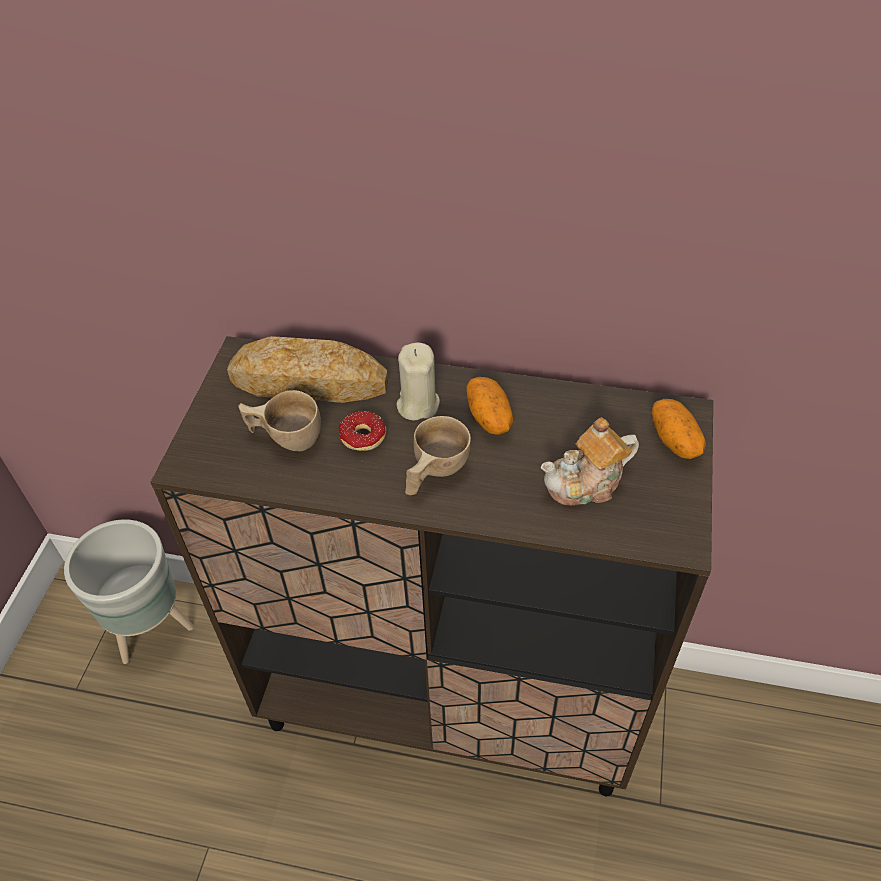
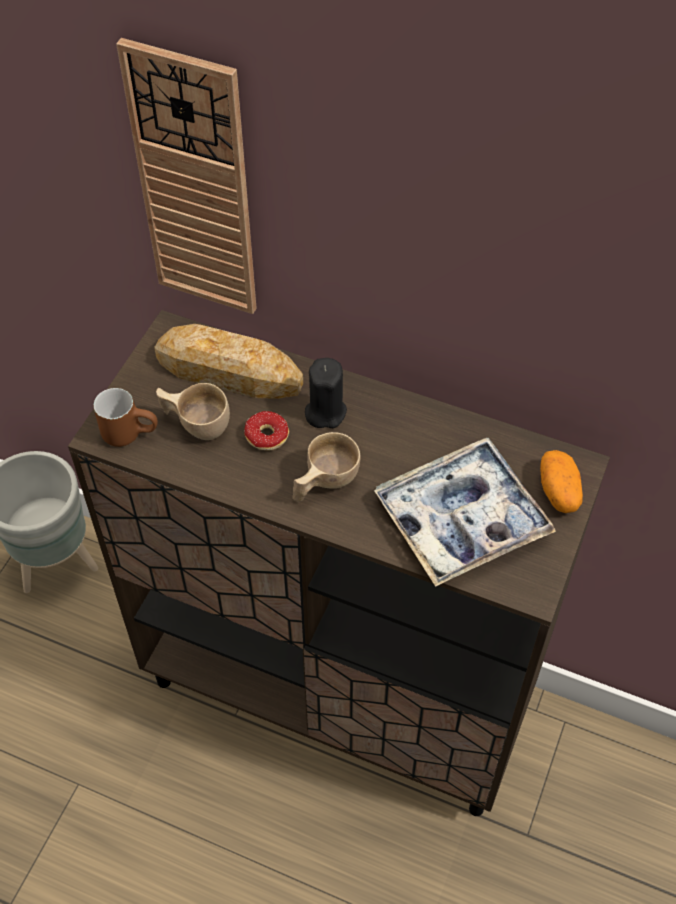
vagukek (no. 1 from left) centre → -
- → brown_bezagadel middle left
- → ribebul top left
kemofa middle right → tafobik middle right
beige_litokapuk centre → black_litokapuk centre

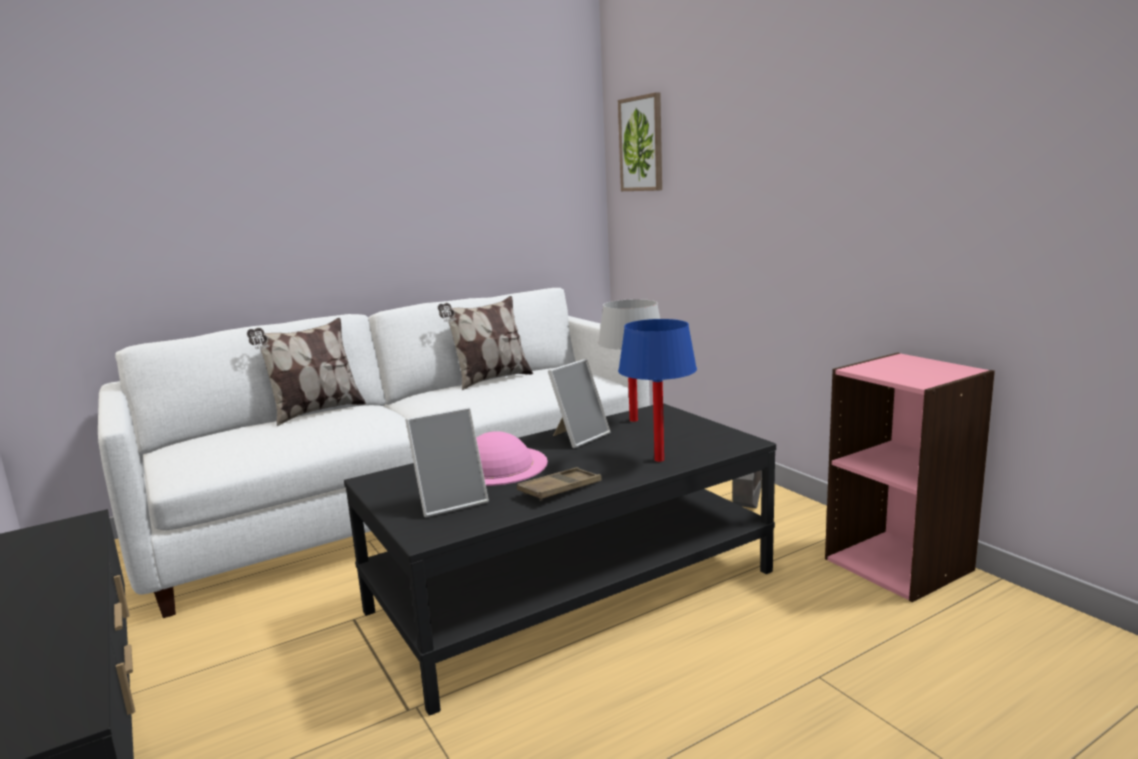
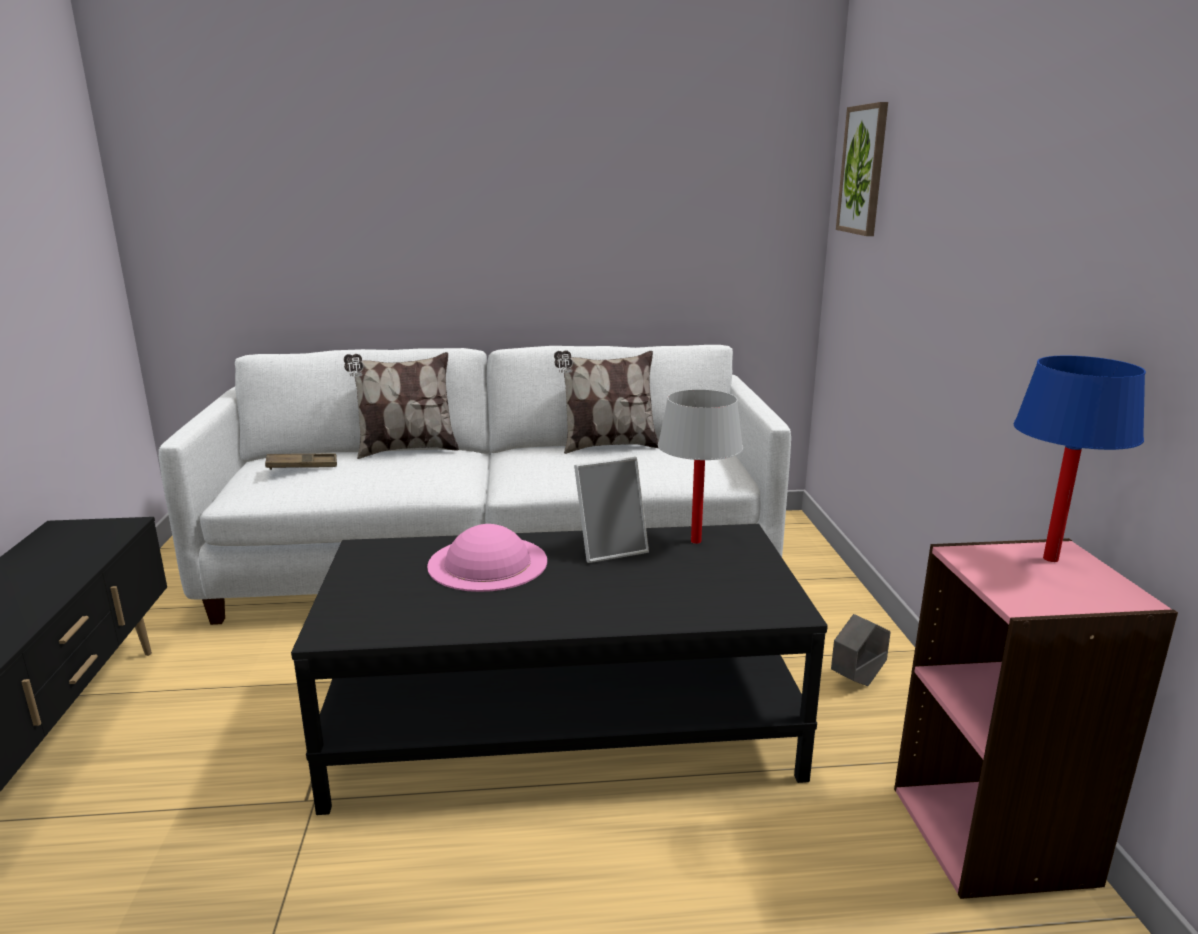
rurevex (no. 1 from left) centre → -
brown_tafobik centre → brown_tafobik middle left, shifted
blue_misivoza centre → blue_misivoza middle right, shifted

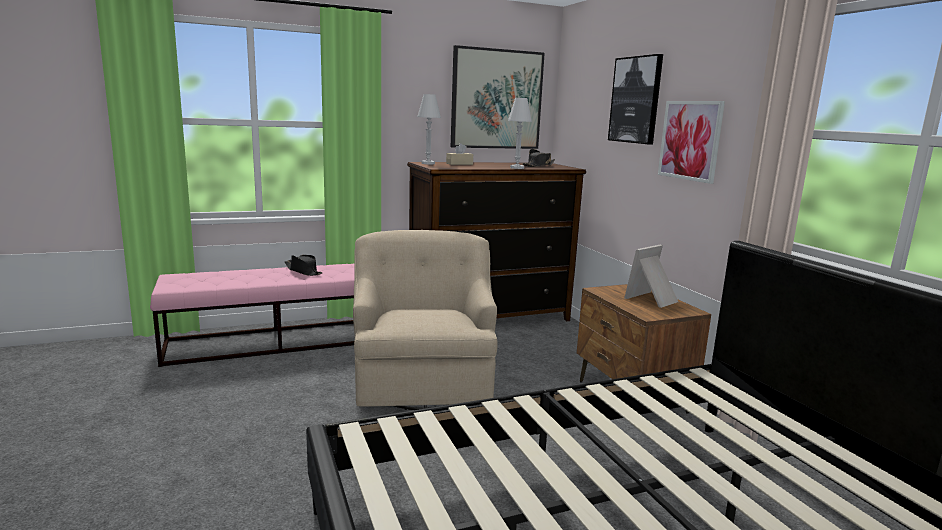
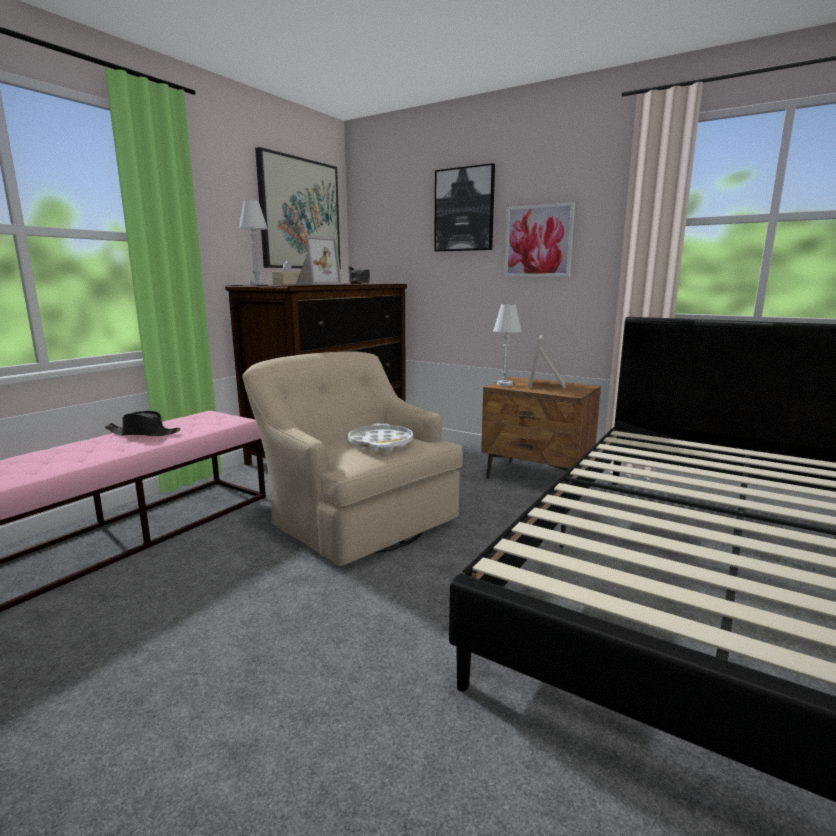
- → rurevex (no. 1 from left) top centre
- → white_tafobik centre
white_misivoza (no. 2 from left) top centre → white_misivoza (no. 2 from left) centre, shifted

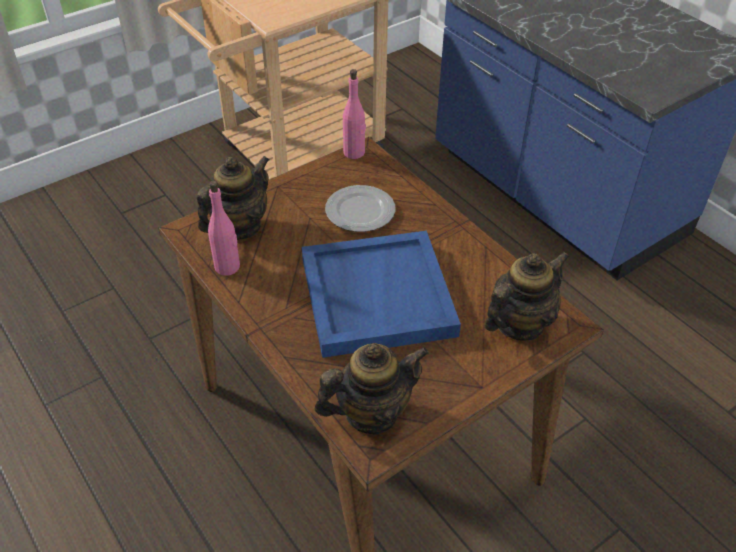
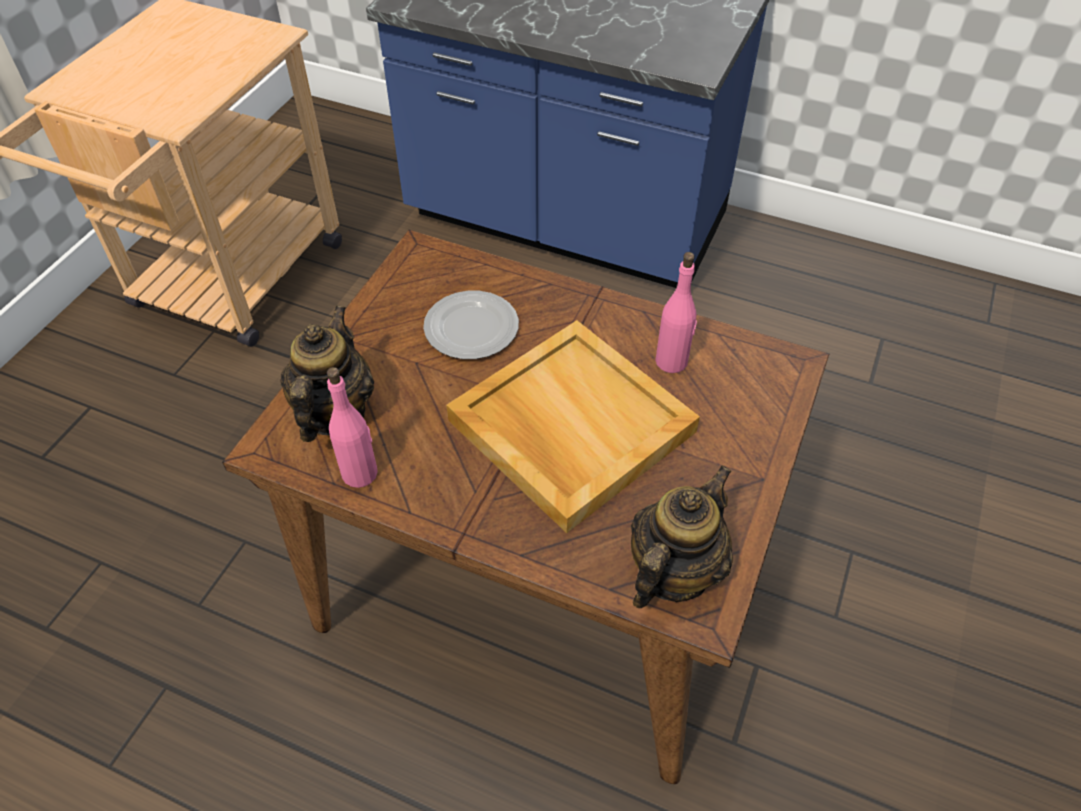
kemofa (no. 3 from left) middle right → -
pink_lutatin (no. 2 from left) top centre → pink_lutatin (no. 2 from left) centre, shifted
blue_tafobik centre → beige_tafobik centre

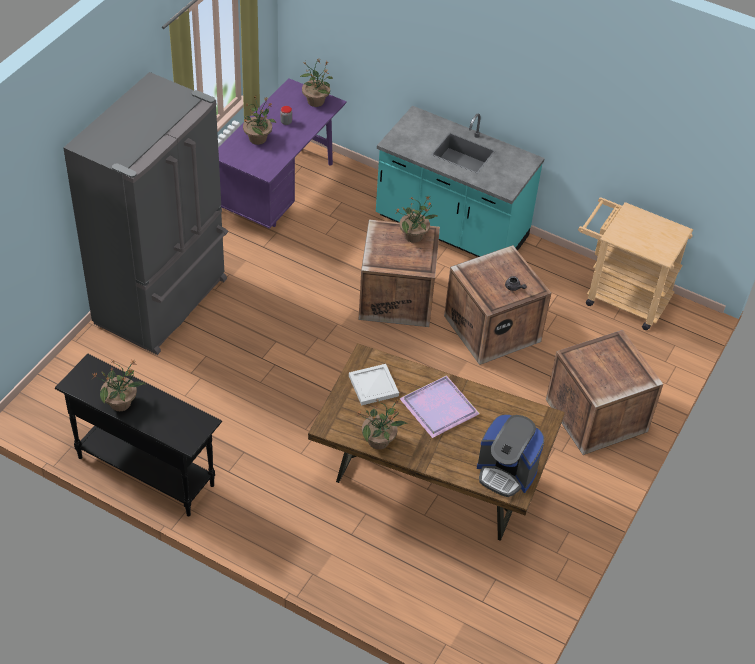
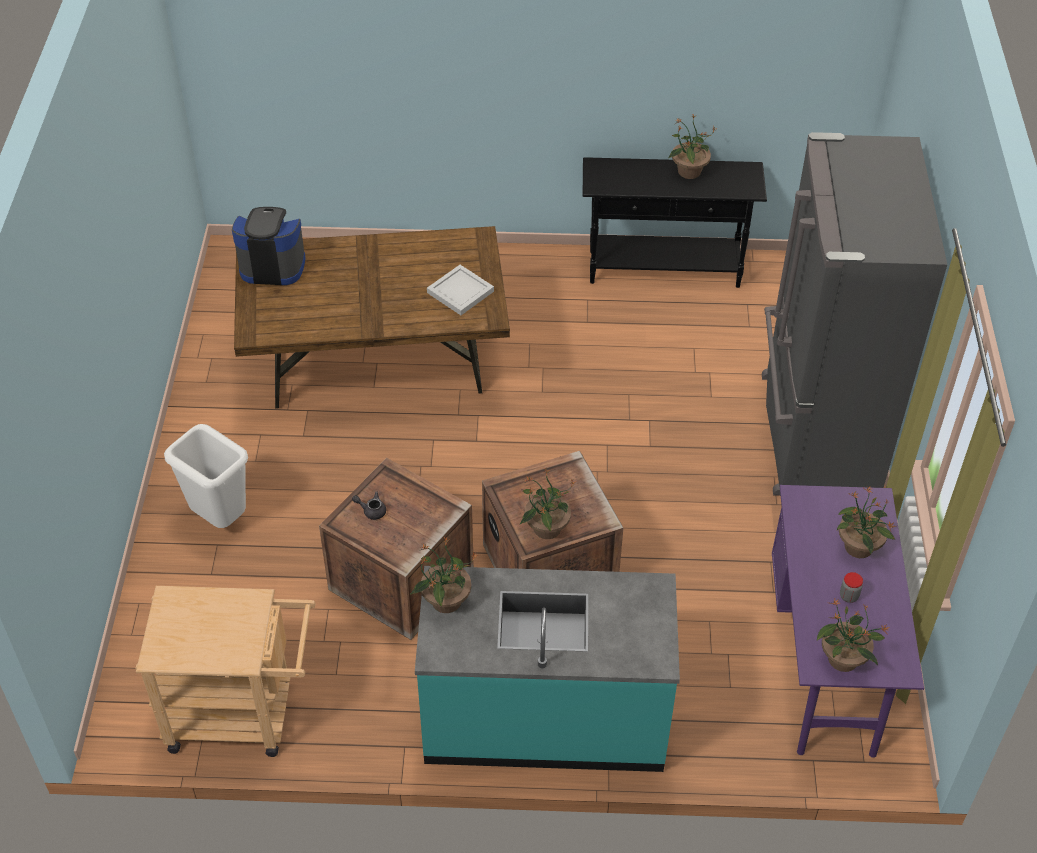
purple_tafobik centre → -
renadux (no. 4 from left in the first image) centre → renadux (no. 1 from left) bottom centre, shifted
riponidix (no. 3 from left) middle right → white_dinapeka middle left

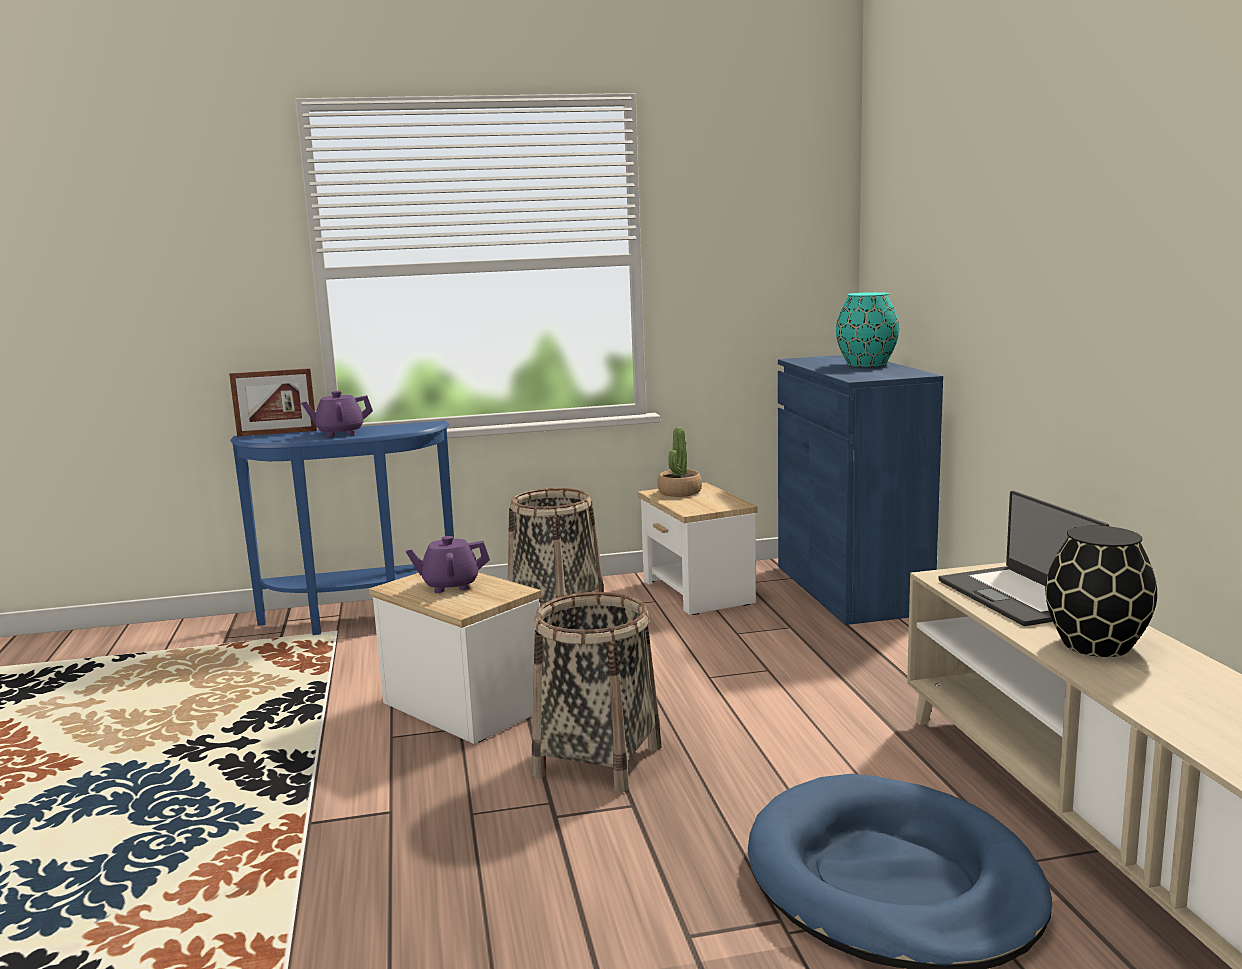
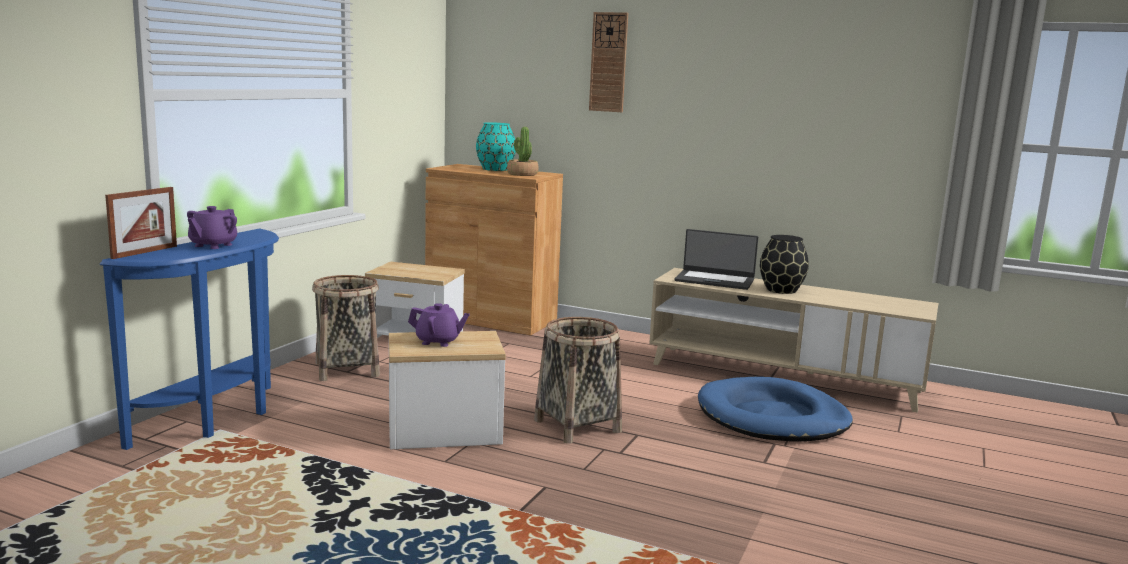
- → ribebul top centre
renadux centre → renadux top centre, shifted
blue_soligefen middle right → brown_soligefen centre
purple_kemofa (no. 2 from left) centre, 105 degrees counterclockwise

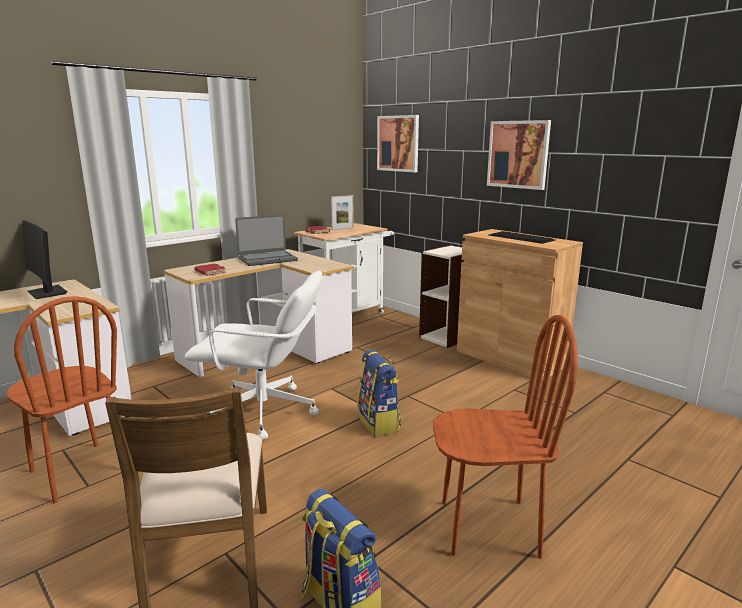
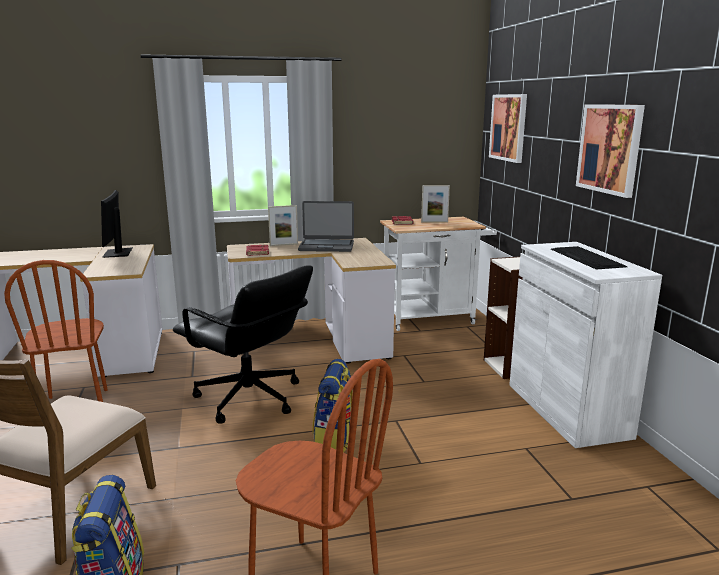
- → rurevex (no. 1 from left) centre
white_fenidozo centre → black_fenidozo centre
brown_soligefen middle right → white_soligefen middle right

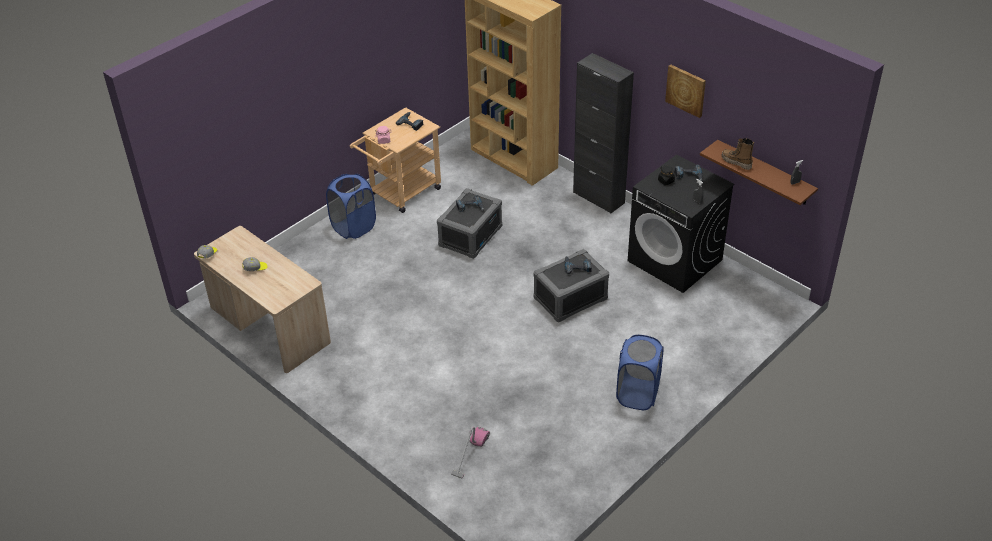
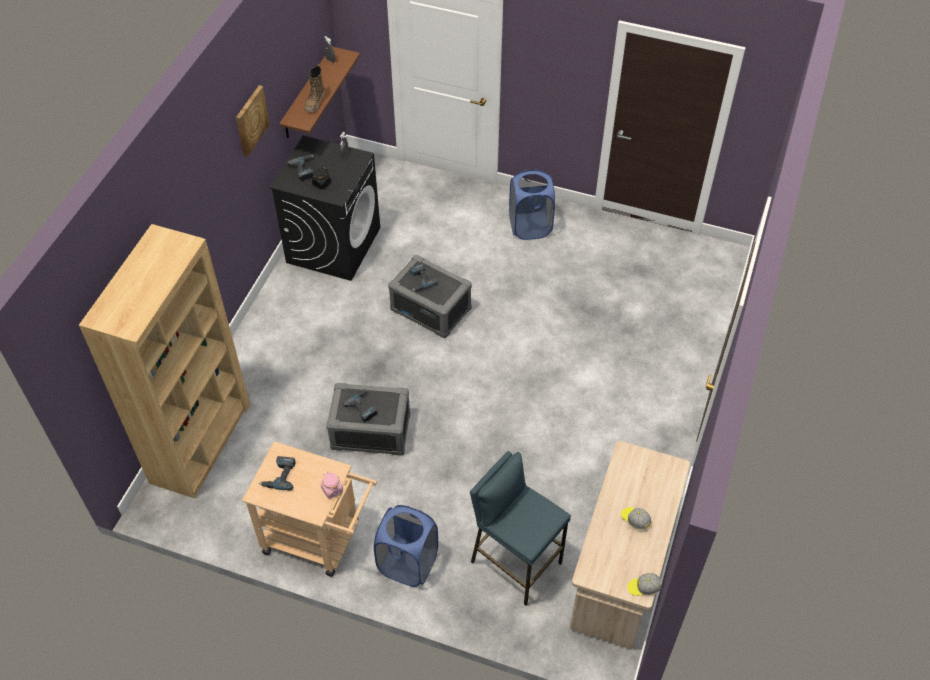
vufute bottom centre → -
black_soligefen top centre → -
- → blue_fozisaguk bottom centre

